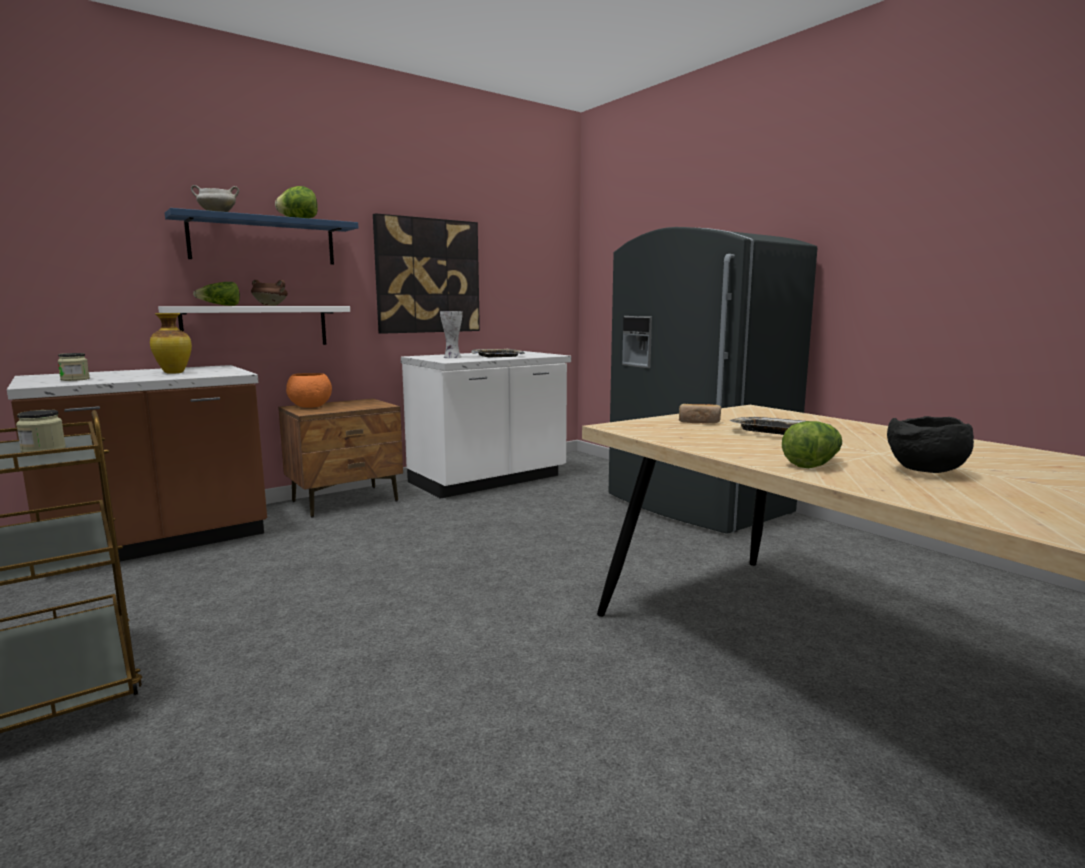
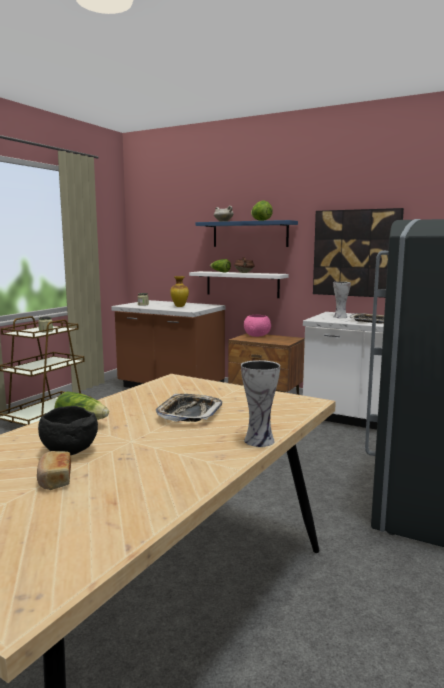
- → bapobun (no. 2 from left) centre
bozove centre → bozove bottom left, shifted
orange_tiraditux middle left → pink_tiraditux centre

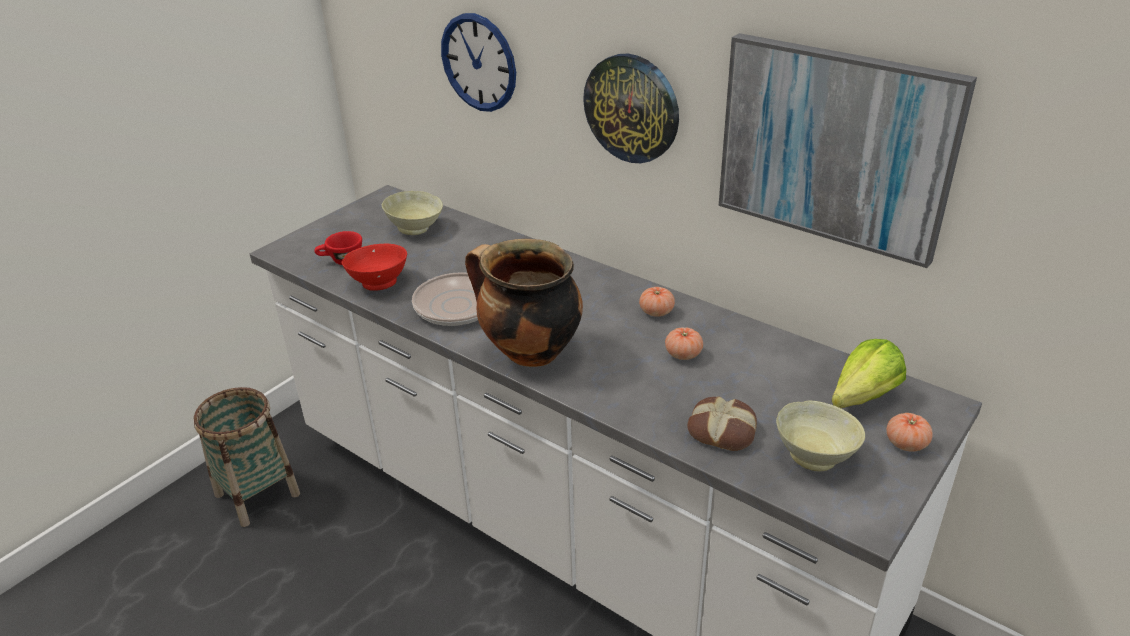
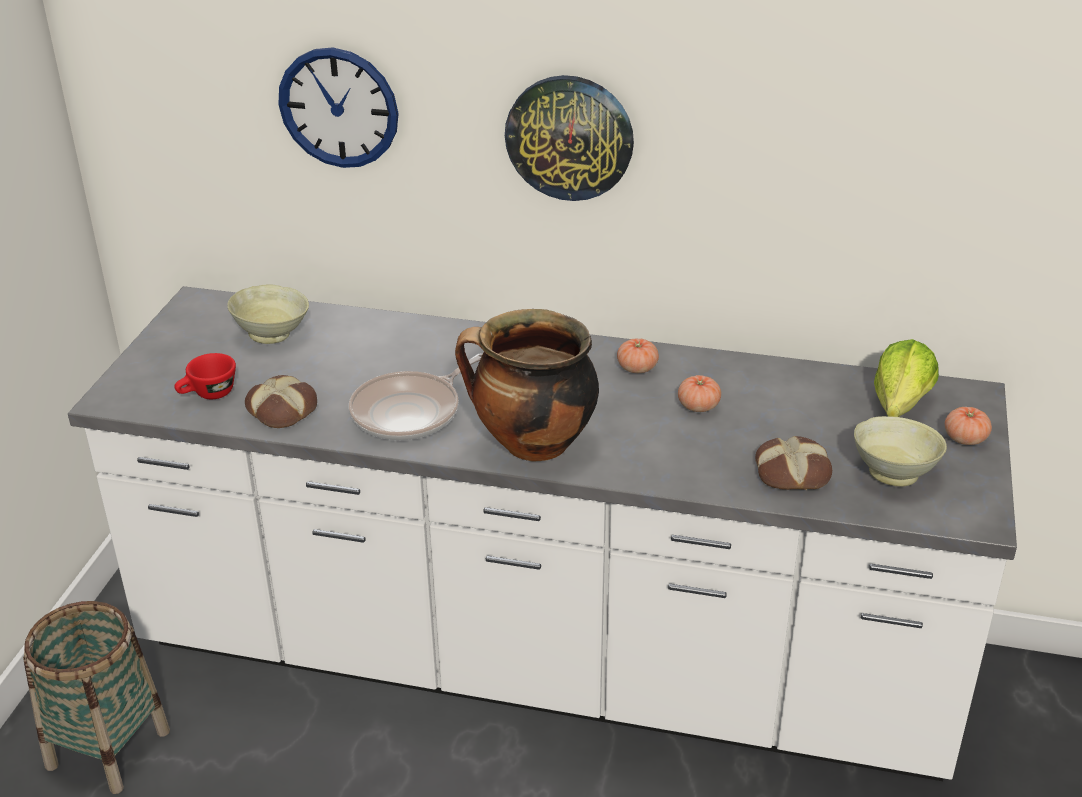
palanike top right → -
red_tiraditux middle left → bozove (no. 1 from left) middle left

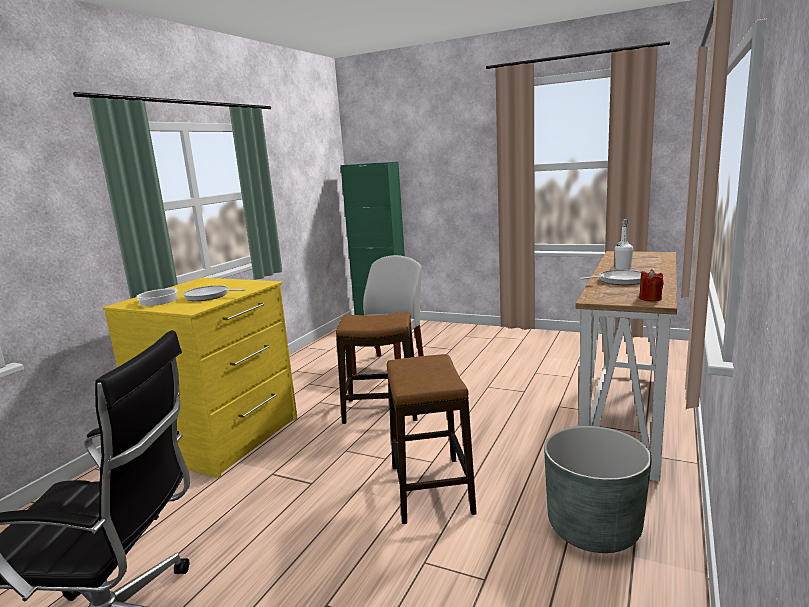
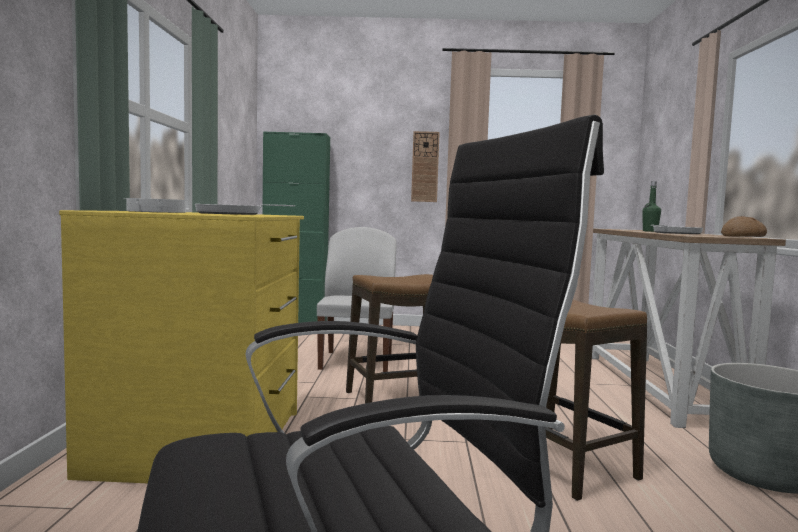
- → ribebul top centre
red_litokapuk middle right → bozove middle right
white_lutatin middle right → green_lutatin middle right

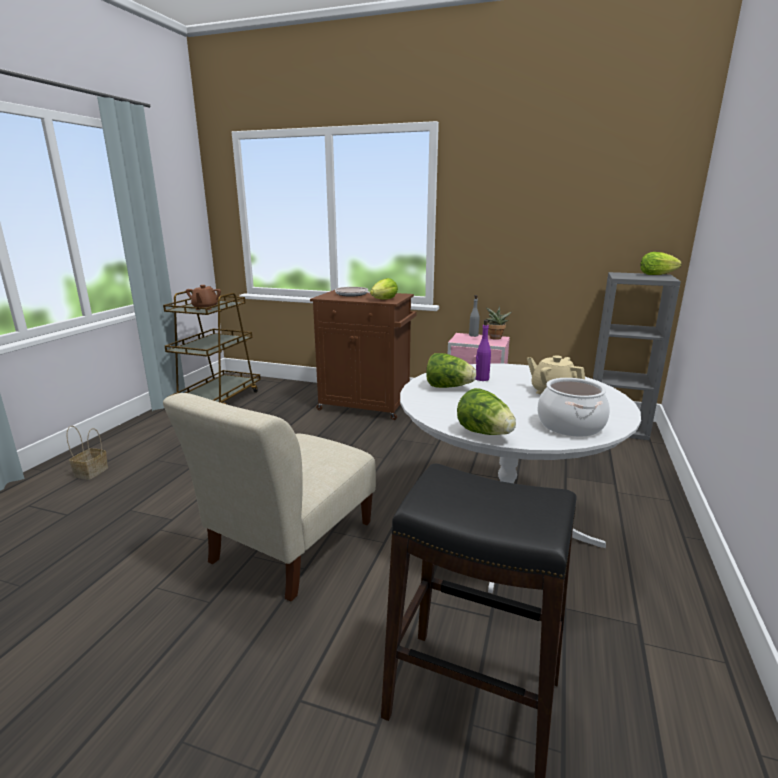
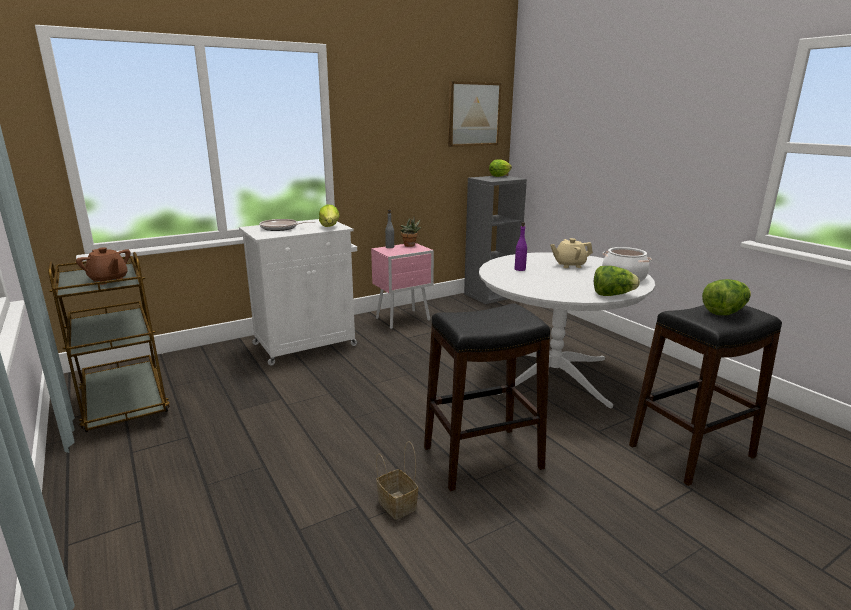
- → palanike top centre
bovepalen middle left → bovepalen bottom centre, shifted
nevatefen (no. 2 from left in the first image) centre → nevatefen (no. 4 from left) middle right, shifted
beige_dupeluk centre → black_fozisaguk (no. 1 from left) centre
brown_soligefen centre → white_soligefen centre

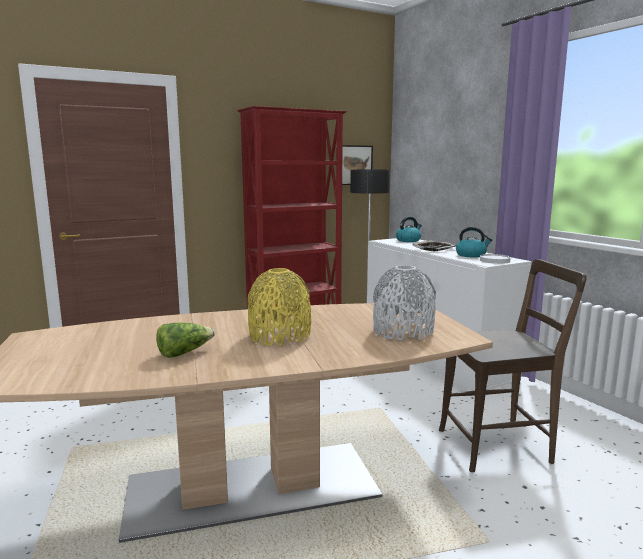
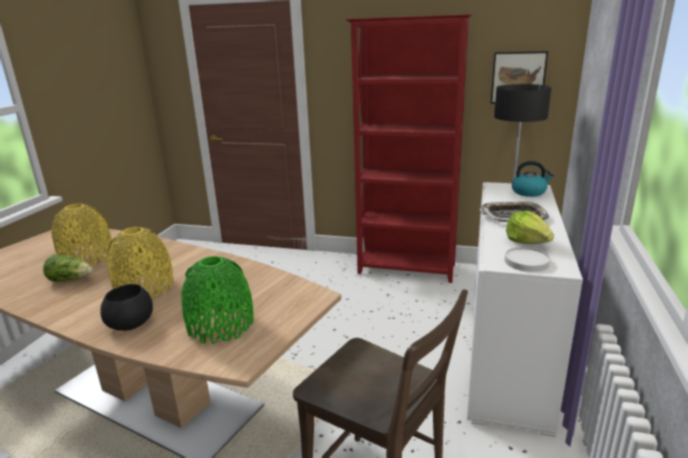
- → yellow_bapobun (no. 1 from left) middle left
- → black_tiraditux bottom left
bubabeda (no. 2 from left) middle right → nevatefen (no. 2 from left) middle right
grey_bapobun centre → green_bapobun middle left

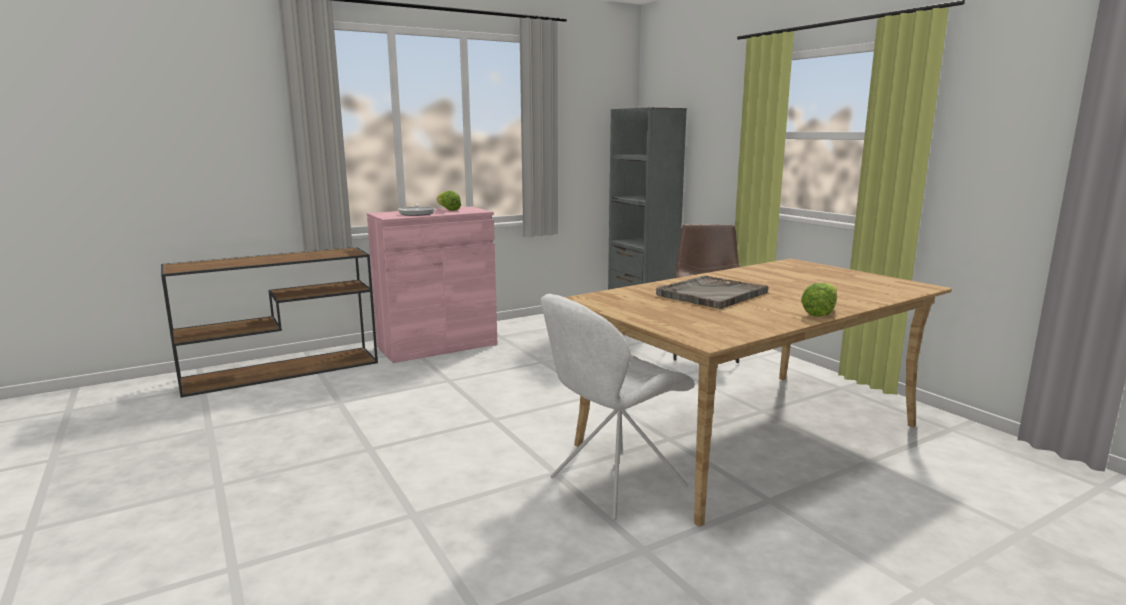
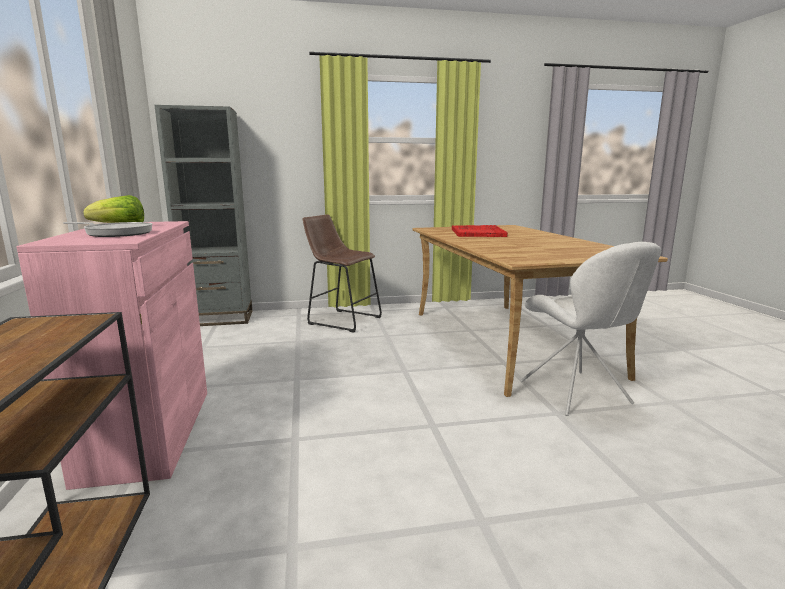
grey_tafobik centre → -
nevatefen (no. 2 from left) middle right → -
- → red_tafobik centre

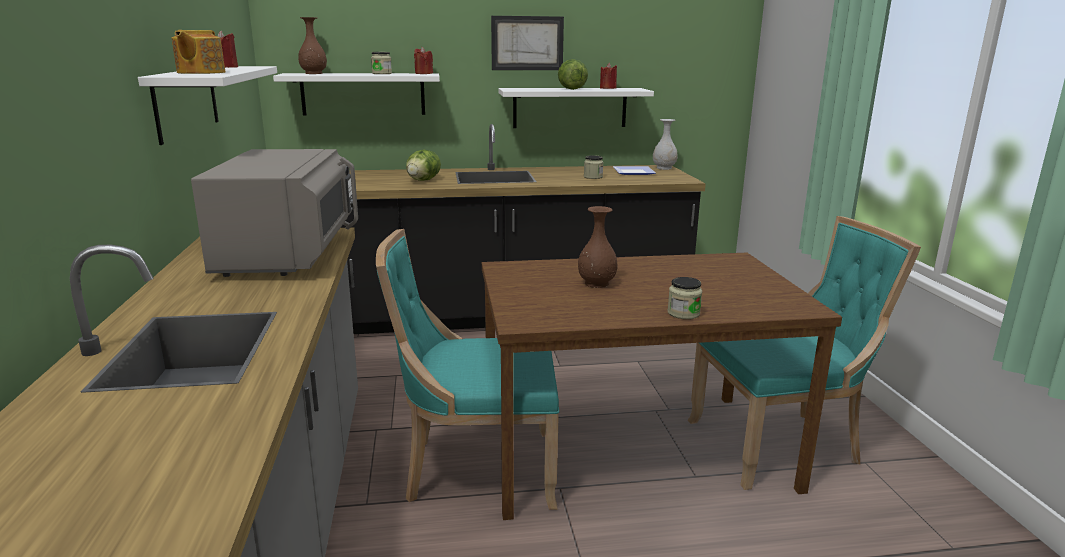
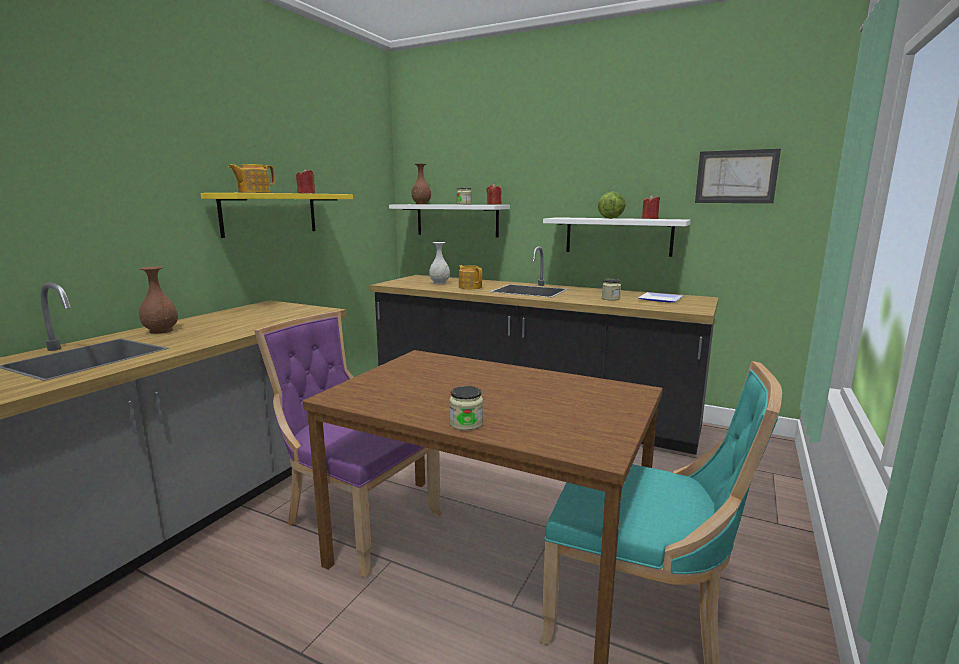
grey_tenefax middle left → -
palanike top centre → palanike top right, shifted
brown_bapobun (no. 2 from left in the first image) centre → brown_bapobun (no. 1 from left) middle left, shifted
white_bapobun top centre → white_bapobun centre, shifted
nevatefen (no. 1 from left) top centre → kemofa (no. 2 from left) centre
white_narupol (no. 1 from left) top left → yellow_narupol top left
turquoise_dupeluk (no. 1 from left) centre → purple_dupeluk bottom centre

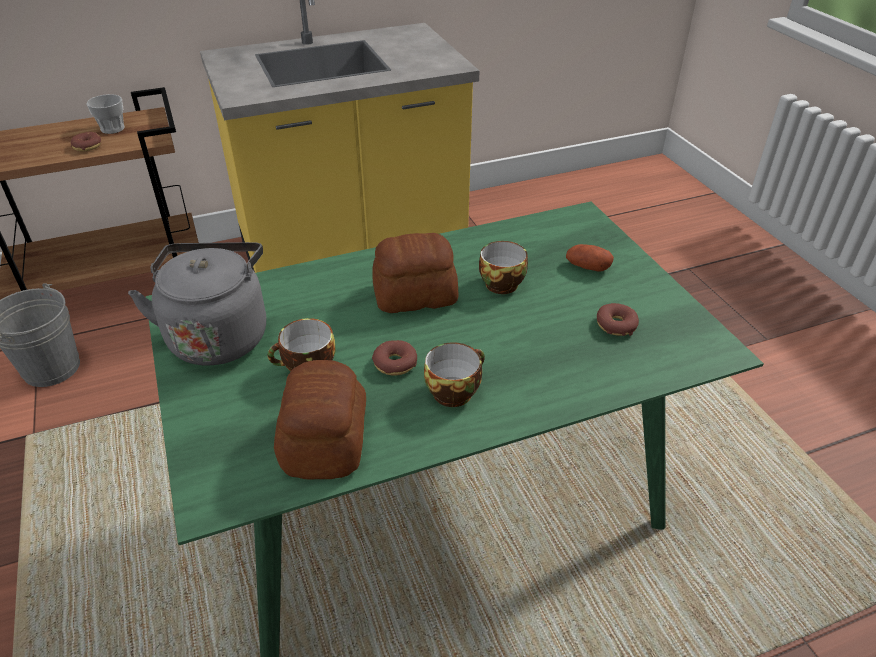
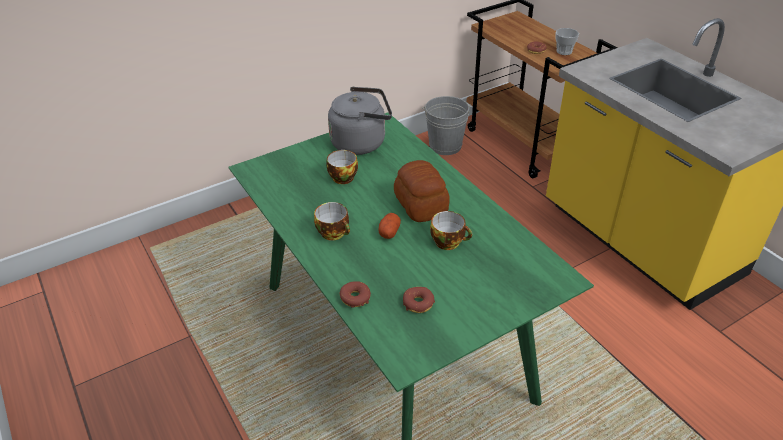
bozove (no. 1 from left) centre → -
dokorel (no. 2 from left in the first image) centre → dokorel (no. 1 from left) bottom centre, shifted
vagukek middle right → vagukek centre, shifted

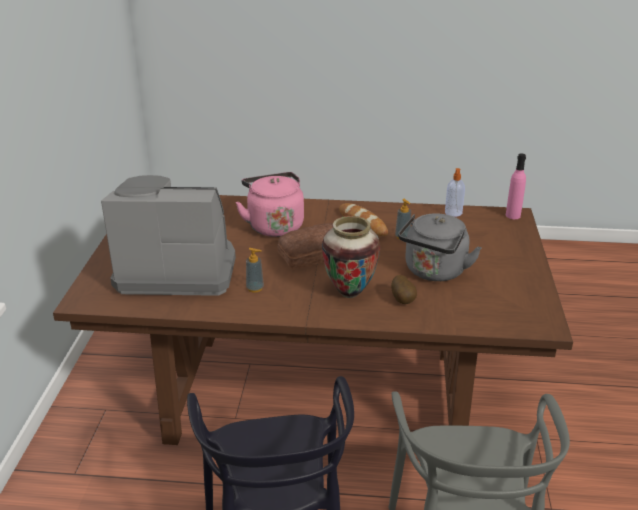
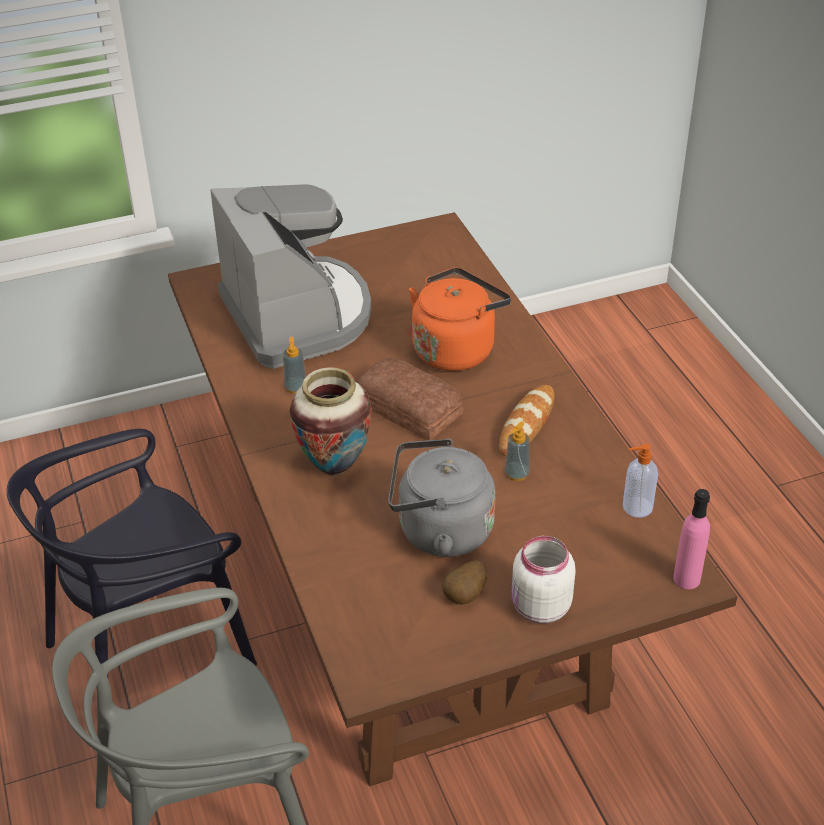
- → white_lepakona bottom centre
vagukek centre → vagukek bottom centre, shifted
pink_bubabeda centre → orange_bubabeda centre

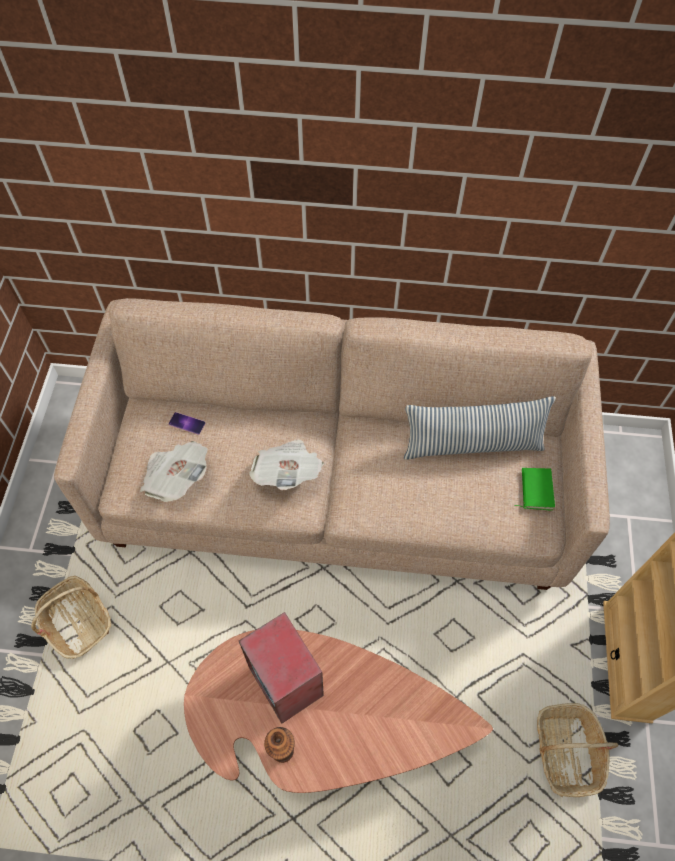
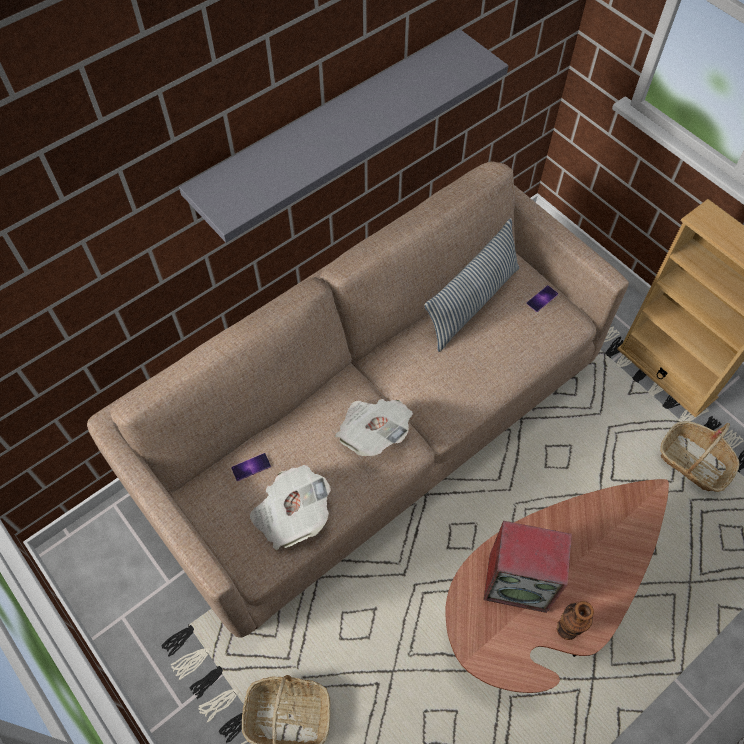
- → grey_narupol top centre
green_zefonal middle right → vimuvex (no. 2 from left) middle right

